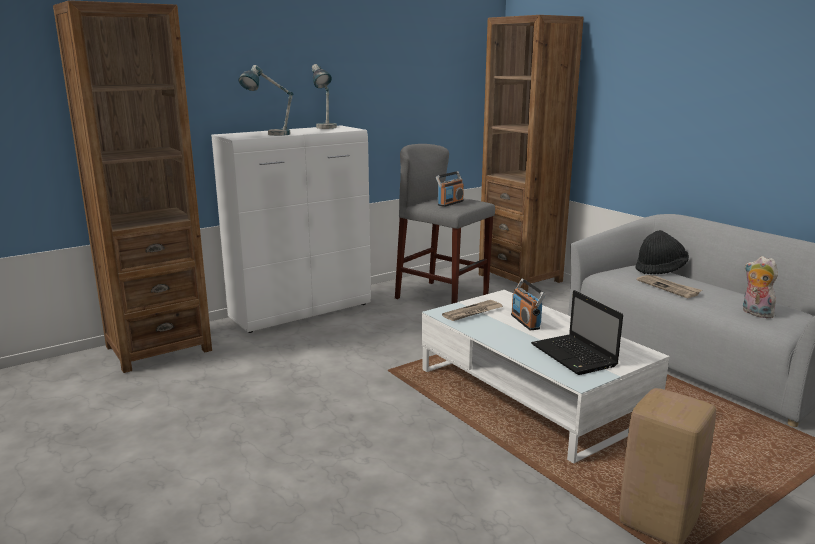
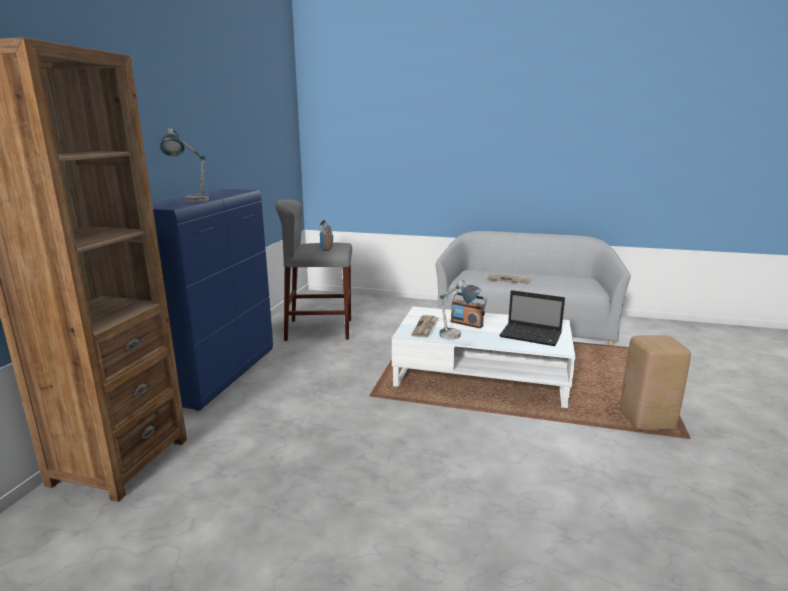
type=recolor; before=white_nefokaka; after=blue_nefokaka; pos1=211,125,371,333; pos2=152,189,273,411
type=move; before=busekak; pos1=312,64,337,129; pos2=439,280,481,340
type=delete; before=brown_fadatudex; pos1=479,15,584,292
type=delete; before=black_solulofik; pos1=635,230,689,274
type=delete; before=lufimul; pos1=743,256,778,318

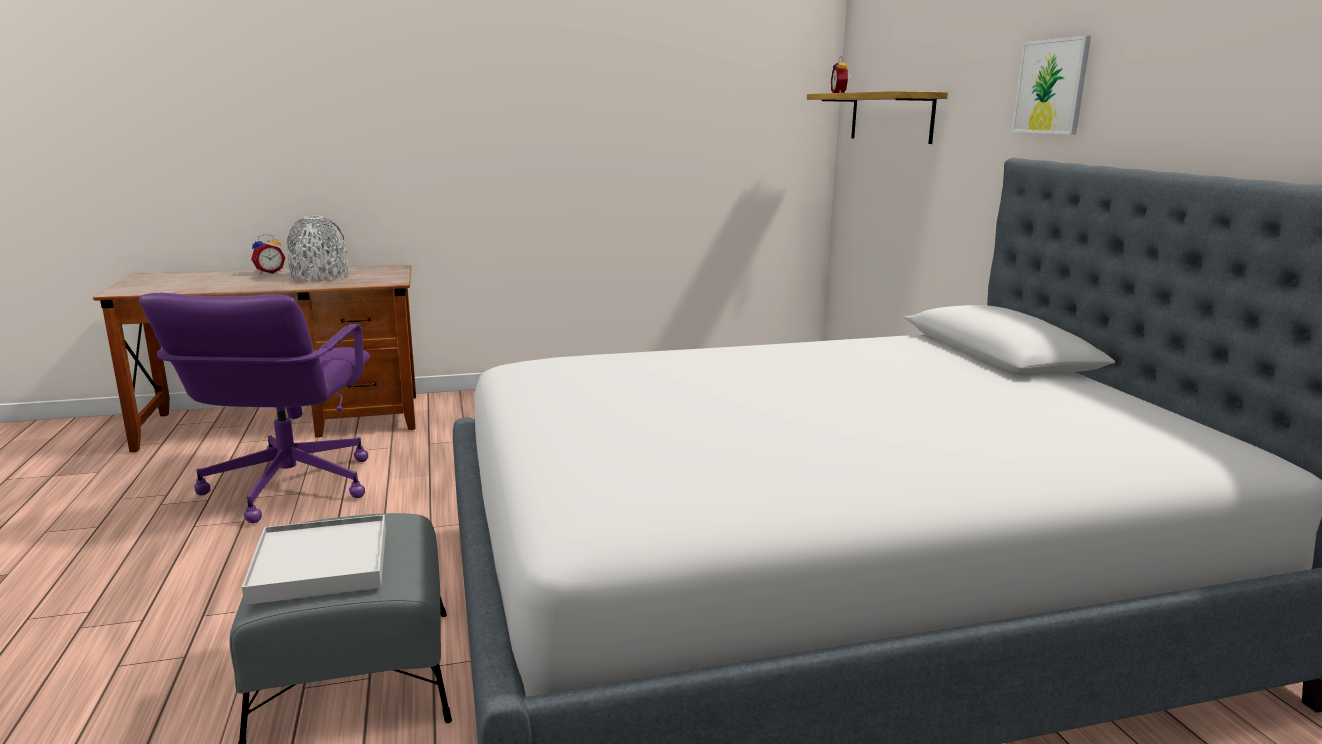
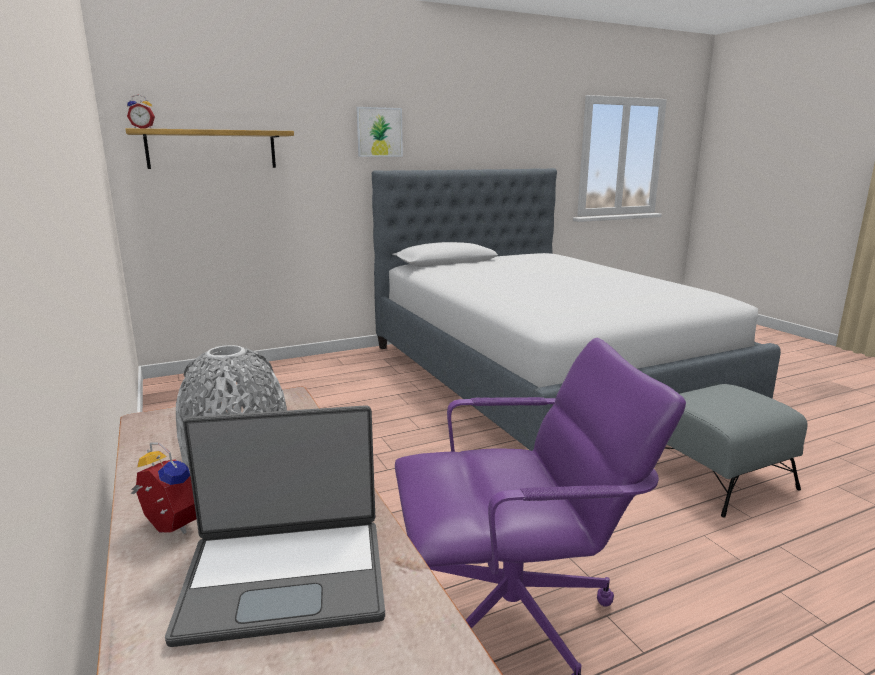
type=insert; after=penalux; pos2=165,405,385,647
type=delete; before=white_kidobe; pos1=242,515,386,605

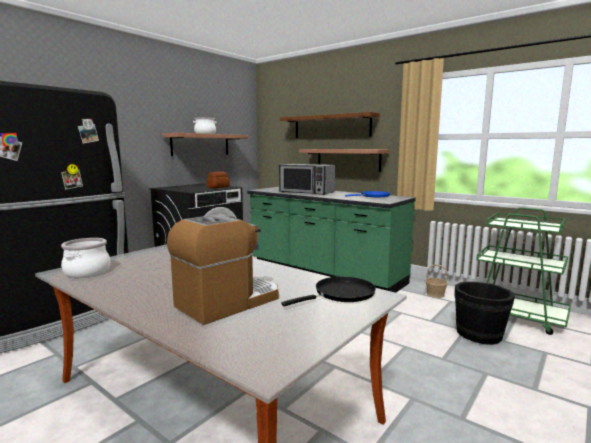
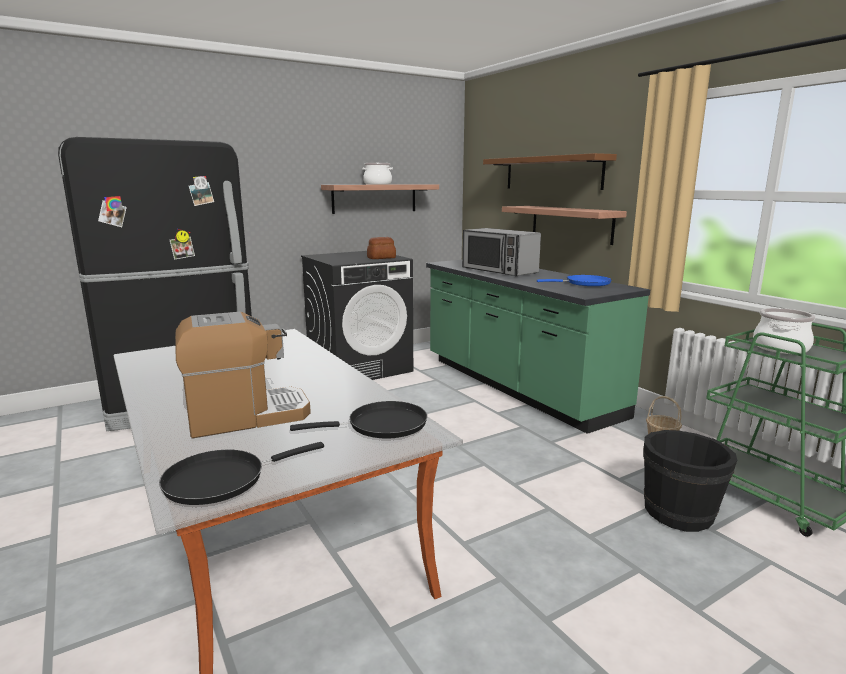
type=insert; after=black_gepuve; pos2=159,442,324,505
type=move; before=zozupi; pos1=61,238,111,278; pos2=753,308,816,354

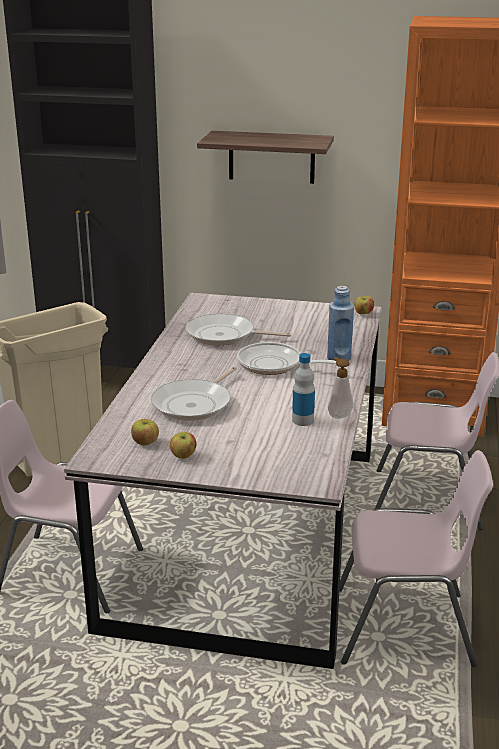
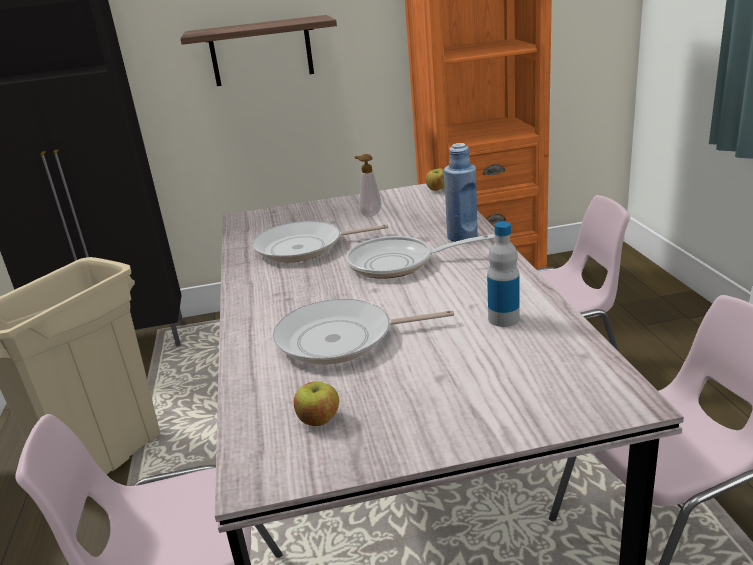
type=rotate; before=gepuve; pos1=151,367,237,421; pos2=273,299,454,365; turn=75
type=move; before=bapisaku; pos1=328,357,353,419; pos2=354,154,382,217
type=delete; before=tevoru; pos1=170,432,197,459

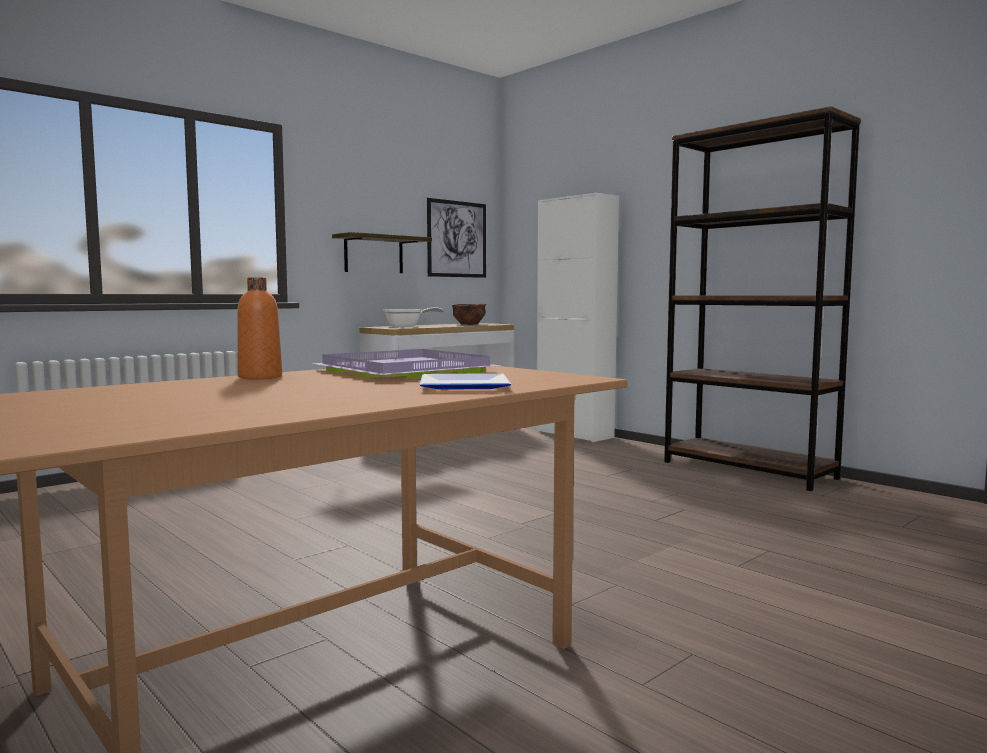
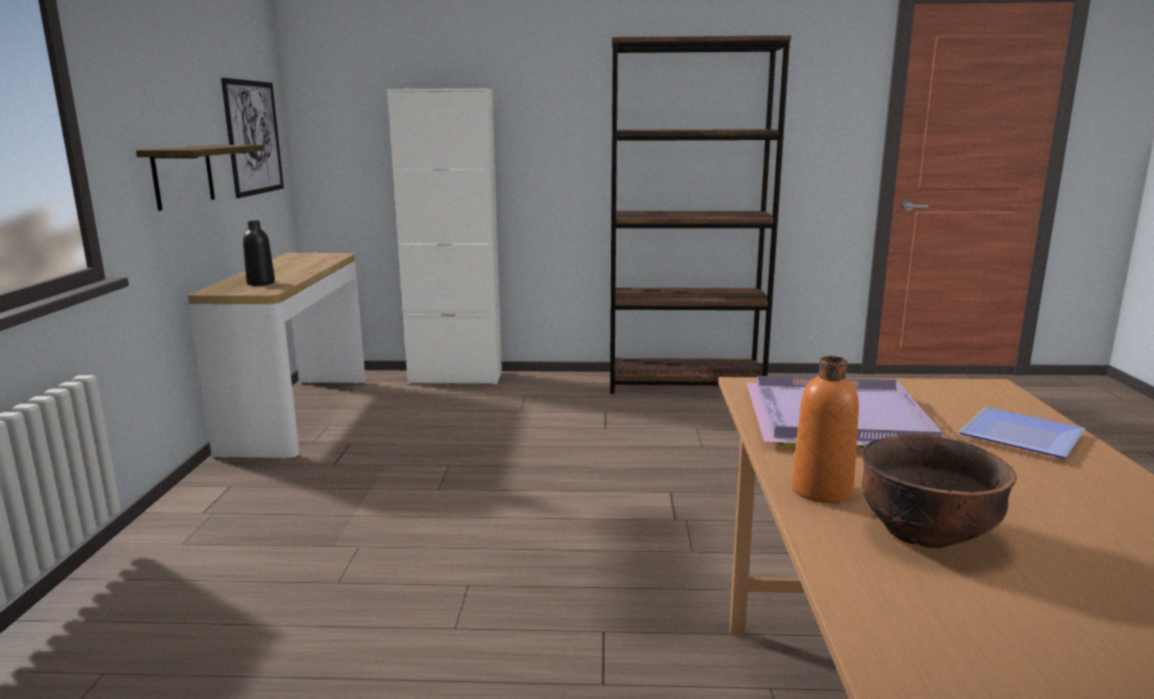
type=replace; before=gepuve; after=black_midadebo; pos1=384,308,444,327; pos2=243,221,275,286
type=move; before=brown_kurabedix; pos1=452,304,486,325; pos2=862,434,1017,548

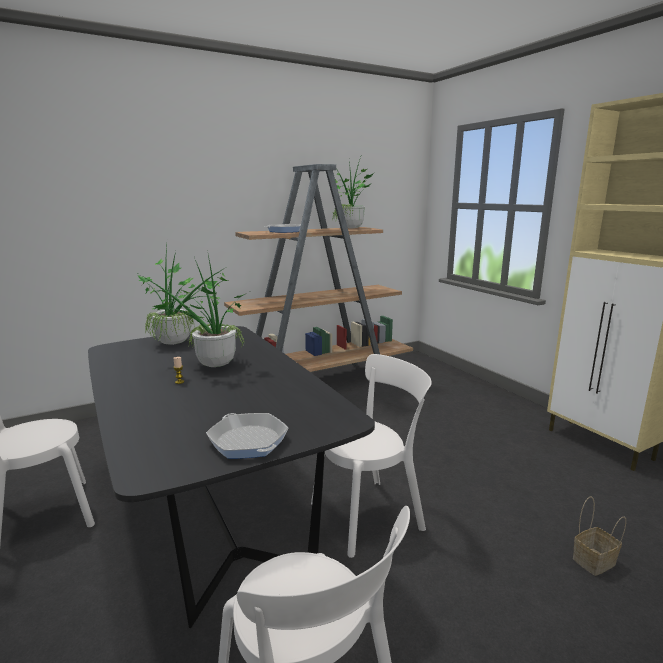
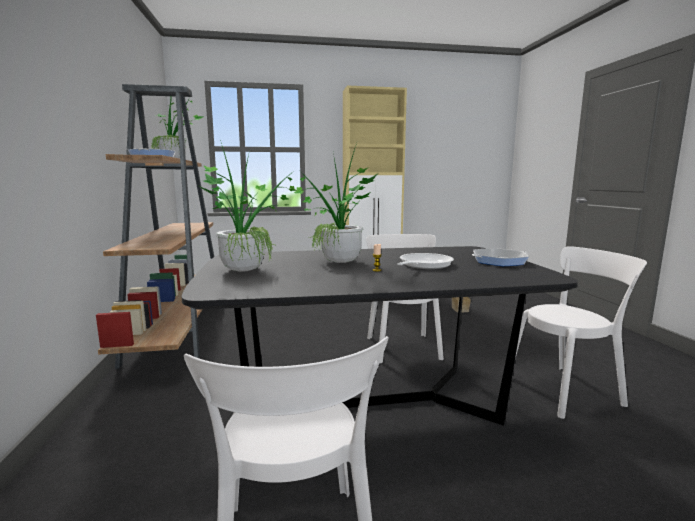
type=insert; after=gepuve; pos2=397,253,454,269

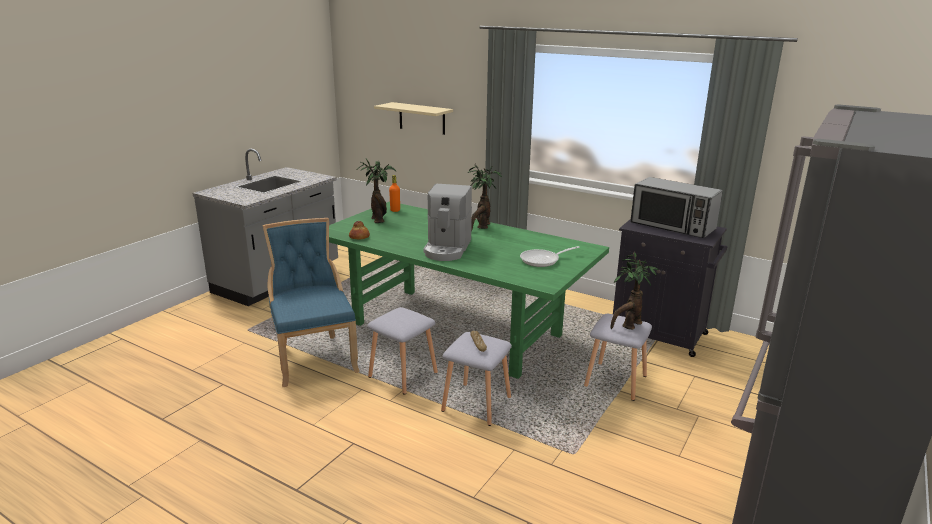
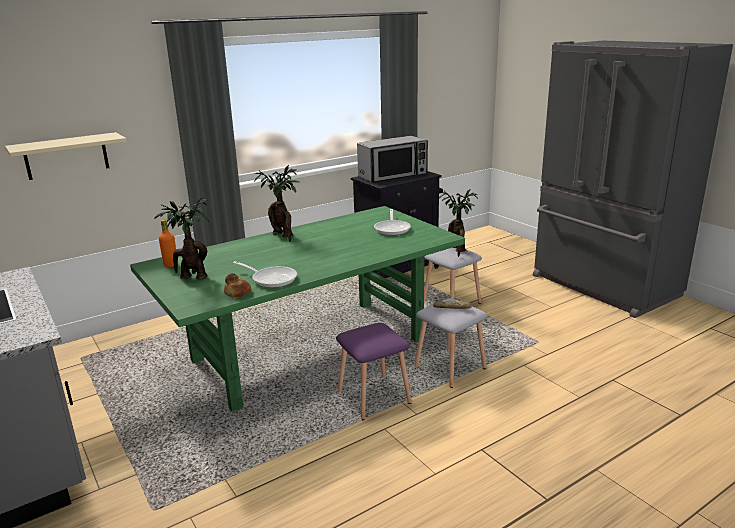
type=insert; after=gepuve; pos2=233,261,297,288
type=recolor; before=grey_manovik; after=purple_manovik; pos1=367,307,438,395; pos2=336,323,412,420
type=delete; before=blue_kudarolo; pos1=262,218,360,387
type=delete; before=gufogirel; pos1=423,184,472,261

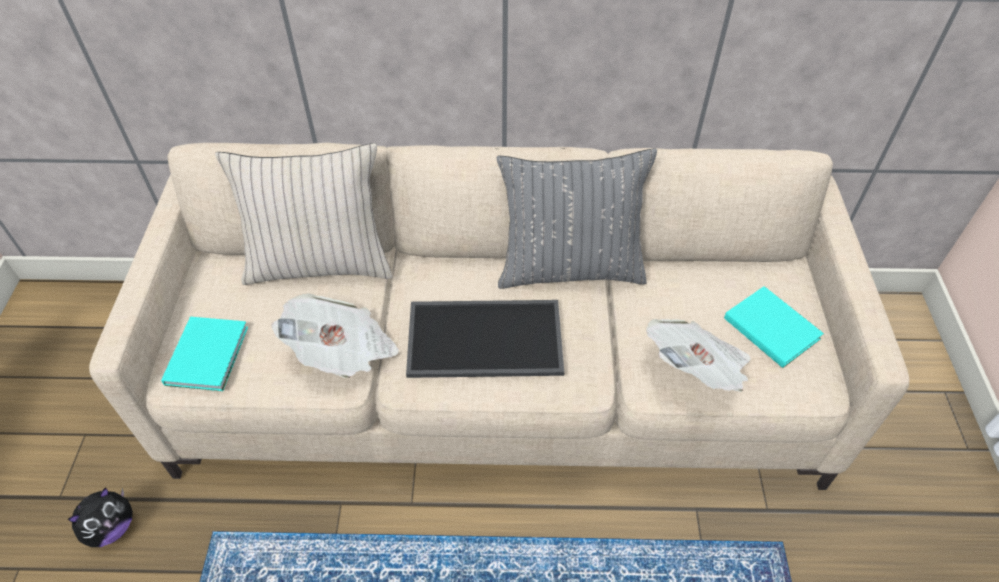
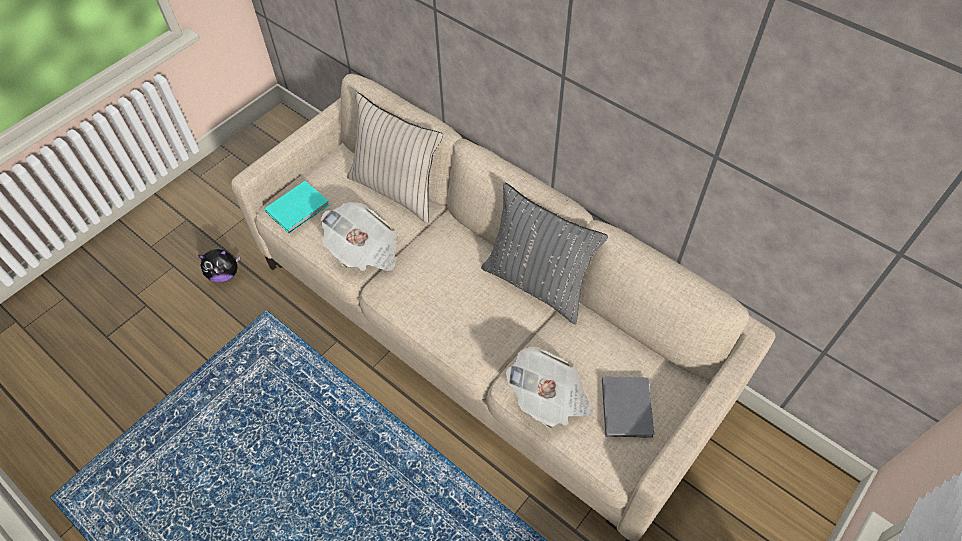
type=recolor; before=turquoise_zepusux; after=grey_zepusux; pos1=724,286,824,368; pos2=602,376,654,438
type=delete; before=kidobe; pos1=406,300,564,378

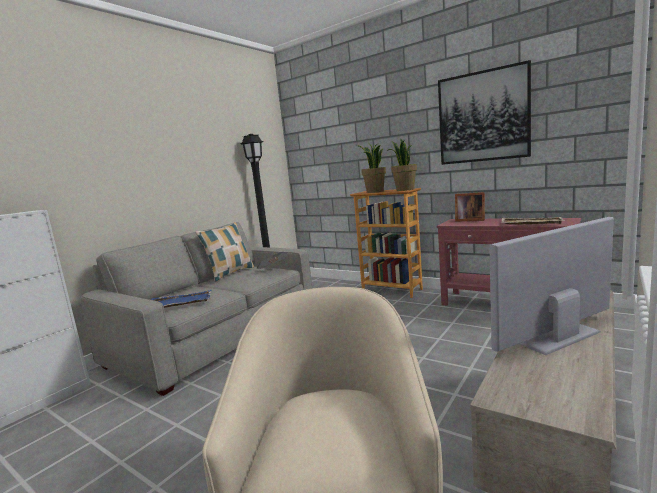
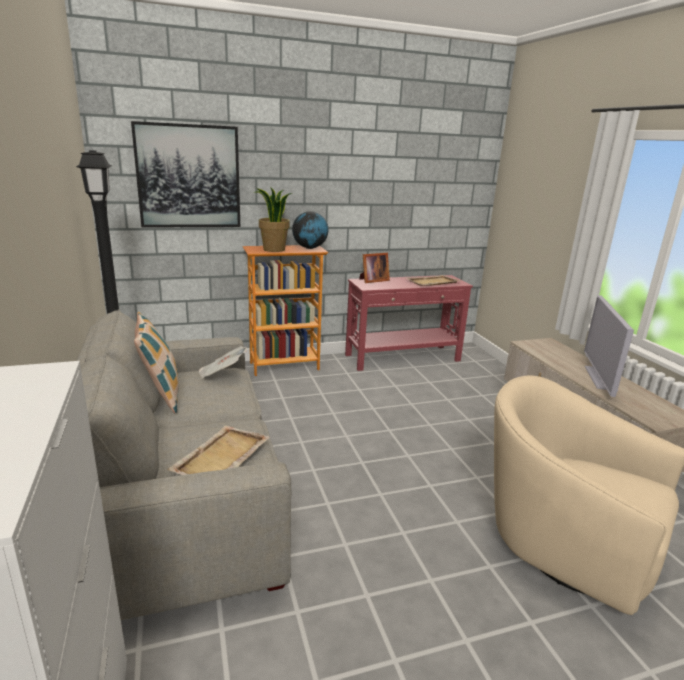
type=move; before=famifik; pos1=438,60,531,165; pos2=131,121,240,228
type=recolor; before=blue_kidobe; after=beige_kidobe; pos1=151,290,212,308; pos2=167,425,270,475
type=replace; before=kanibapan; after=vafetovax; pos1=387,138,417,191; pos2=292,211,328,249

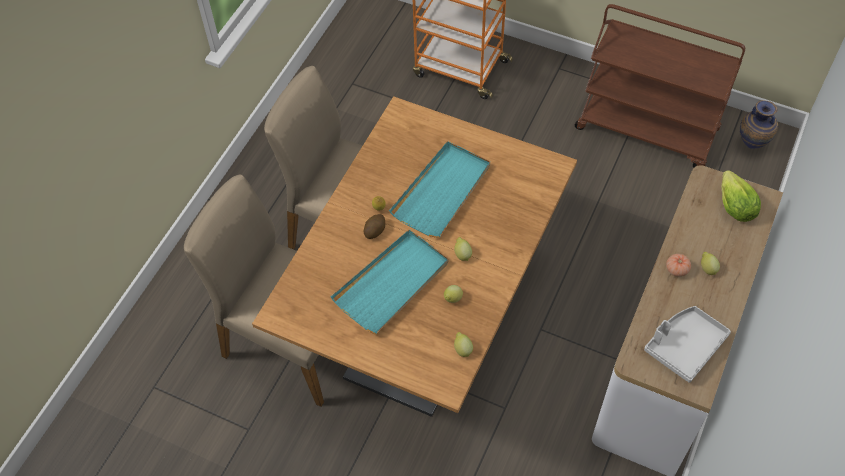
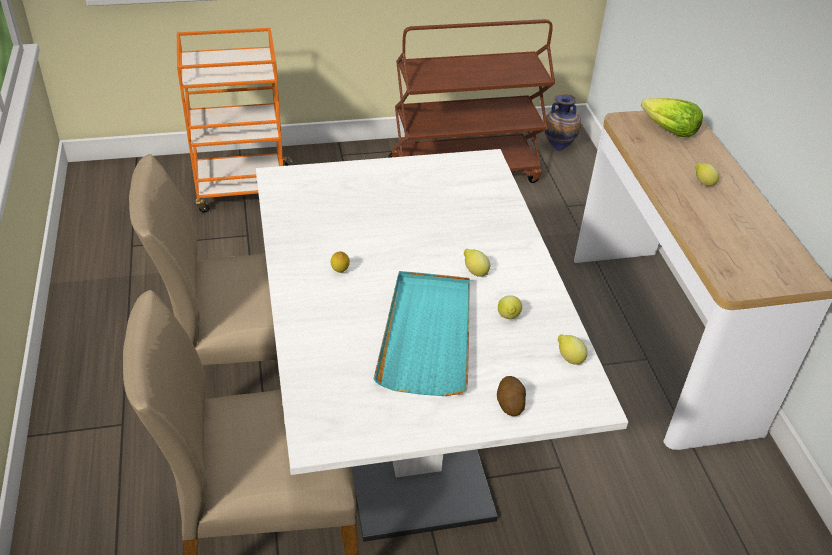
type=recolor; before=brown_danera; after=white_danera; pos1=252,96,577,417; pos2=256,149,628,542
type=move; before=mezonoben; pos1=364,214,385,239; pos2=497,376,526,416
type=delete; before=turquoise_kidobe; pos1=389,141,490,238
type=delete; before=grey_kidobe; pos1=644,306,731,383
type=delete; before=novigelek; pos1=666,254,691,277

